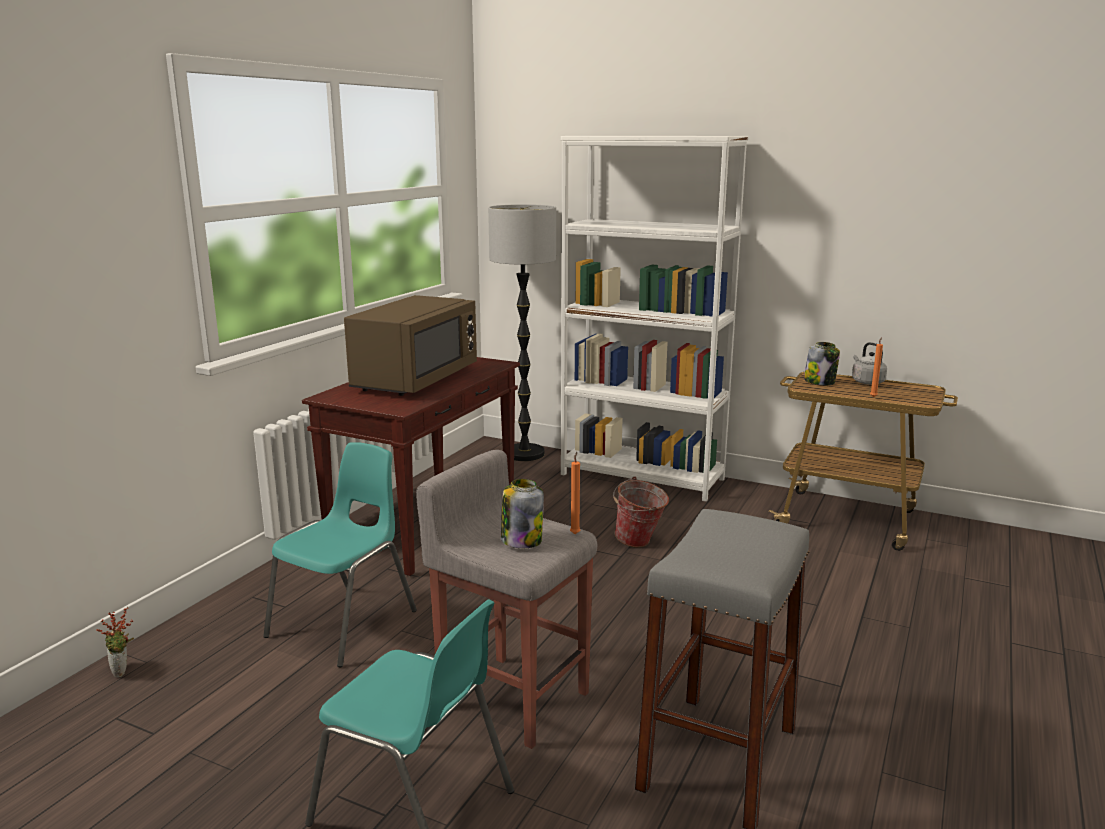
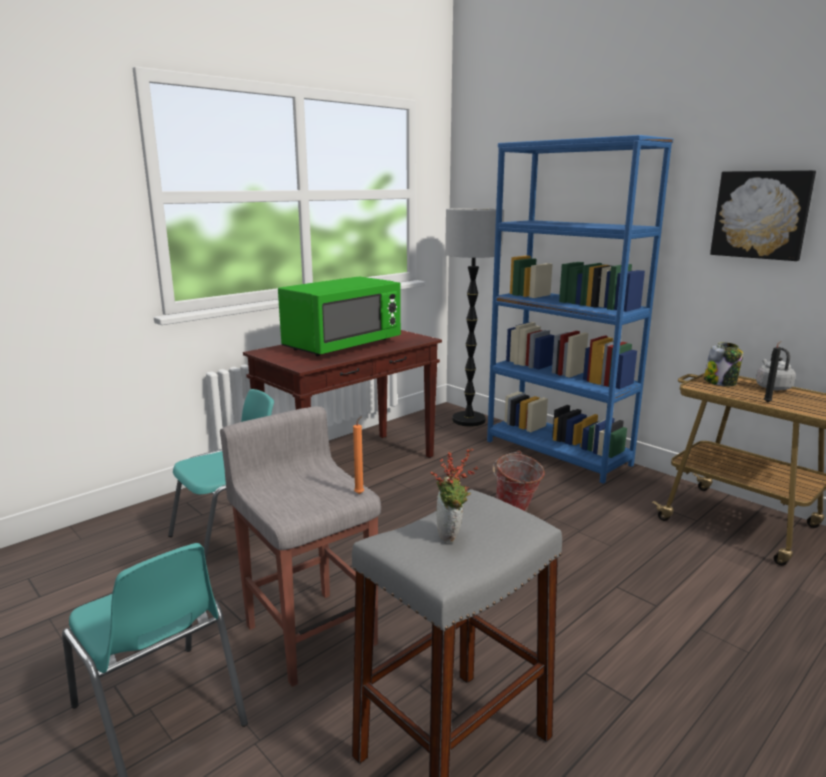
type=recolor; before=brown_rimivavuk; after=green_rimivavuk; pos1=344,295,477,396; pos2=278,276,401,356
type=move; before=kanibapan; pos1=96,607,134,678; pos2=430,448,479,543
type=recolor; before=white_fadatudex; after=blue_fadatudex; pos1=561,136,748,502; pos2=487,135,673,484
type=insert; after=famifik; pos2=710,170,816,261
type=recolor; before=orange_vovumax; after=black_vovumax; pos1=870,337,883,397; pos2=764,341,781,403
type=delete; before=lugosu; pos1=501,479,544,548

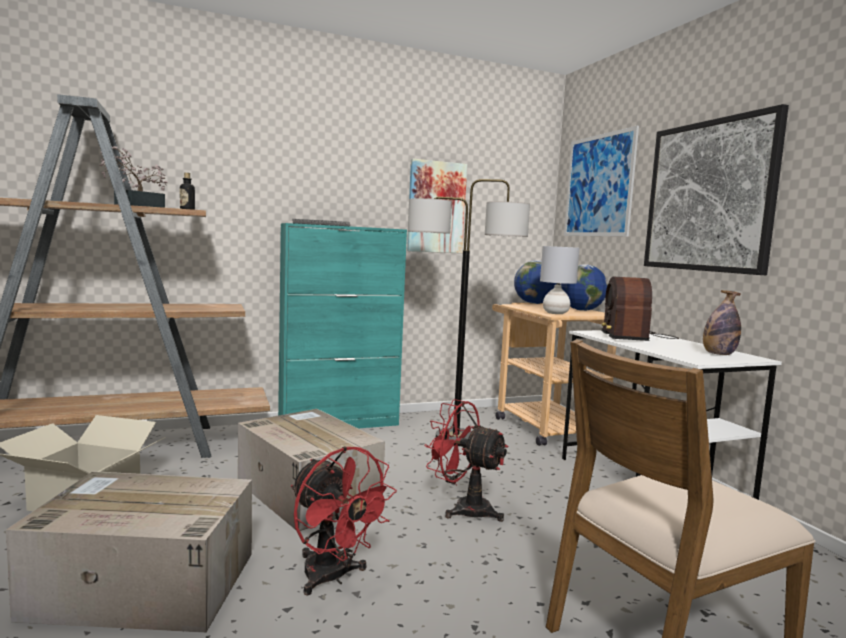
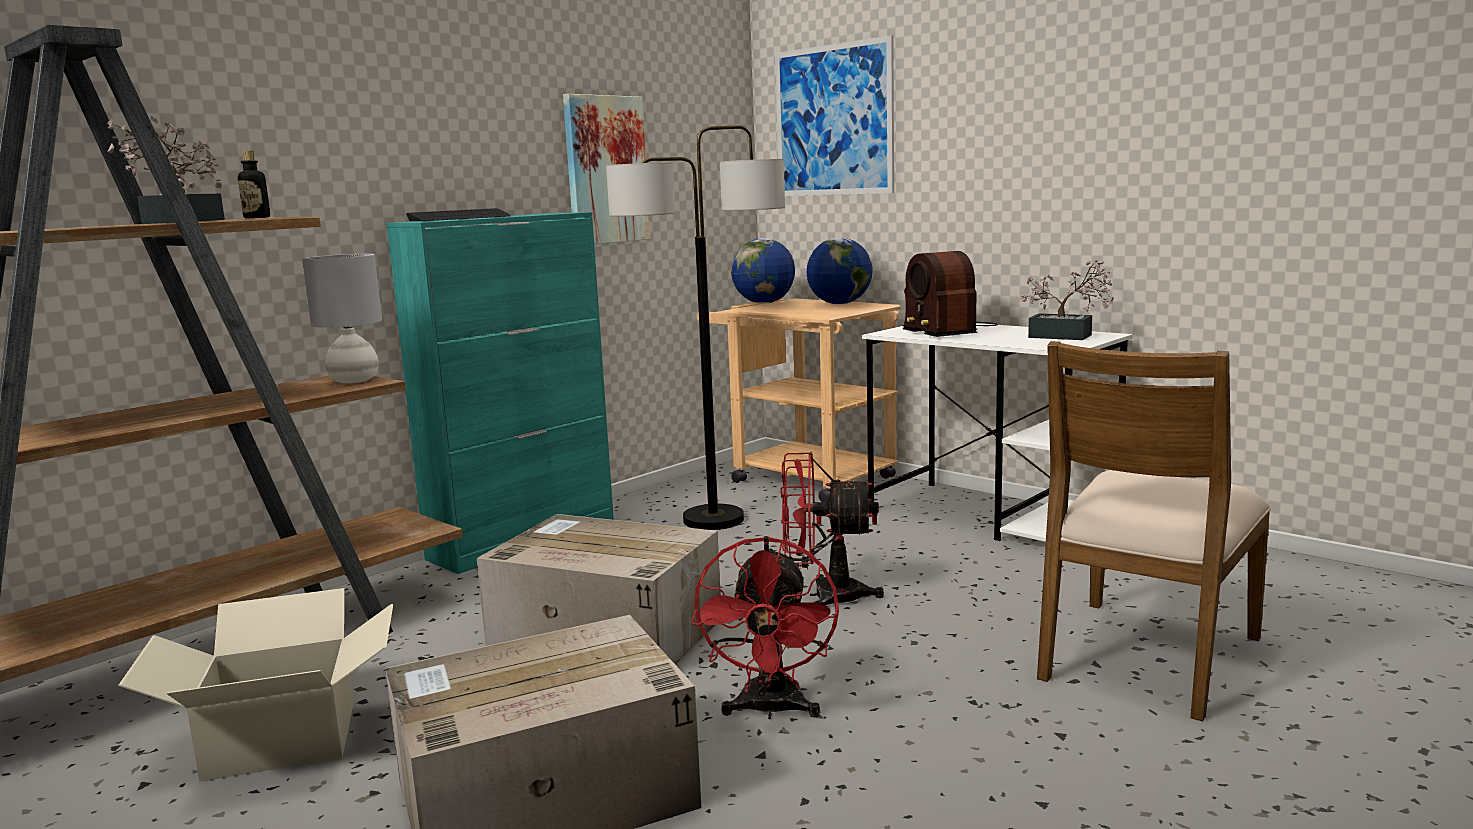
type=move; before=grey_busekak; pos1=540,246,580,314; pos2=302,254,382,384
type=rotate; before=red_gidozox; pos1=291,446,397,596; pos2=691,536,839,720; turn=75
type=replace; before=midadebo; after=kanibapan; pos1=703,290,741,355; pos2=1018,259,1114,340
type=delete; before=famifik; pos1=644,104,789,275

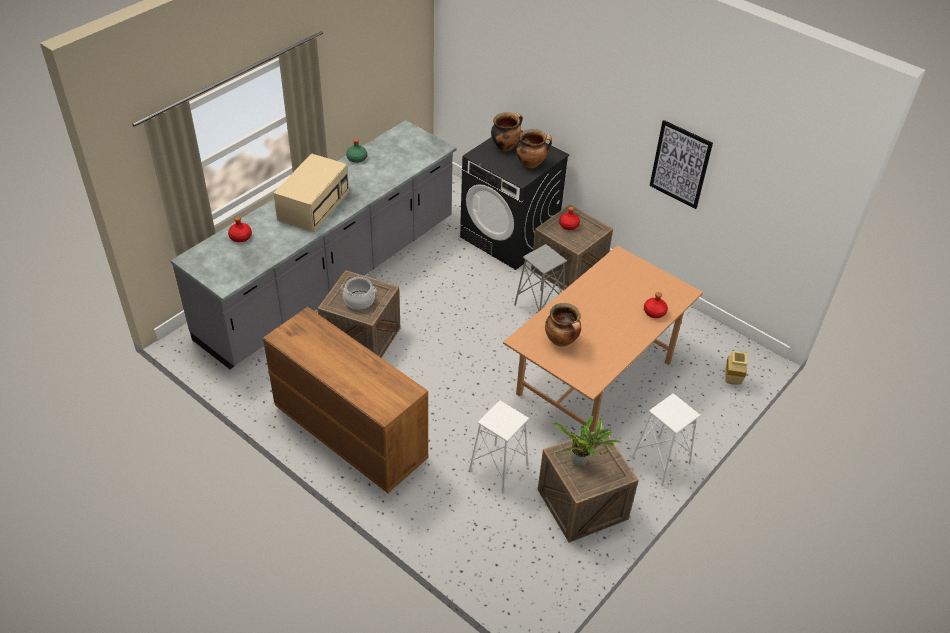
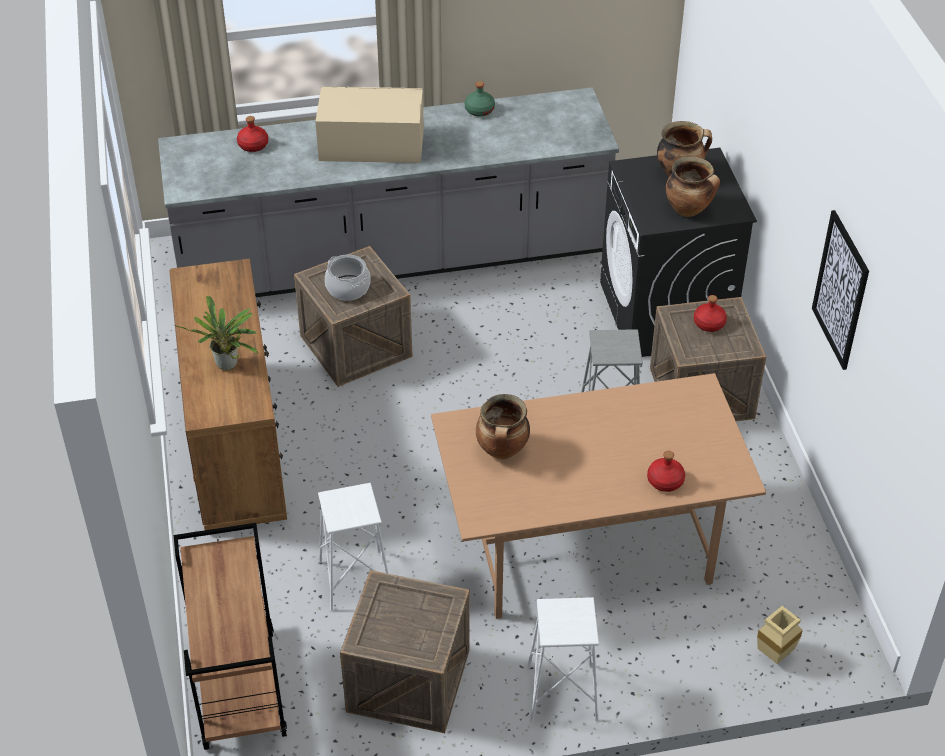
type=insert; after=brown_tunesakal; pos2=174,523,287,750
type=move; before=kanibapan; pos1=554,416,620,467; pos2=175,296,258,370
type=rotate; before=beige_rimivavuk; pos1=273,153,349,232; pos2=315,87,424,163; turn=-150

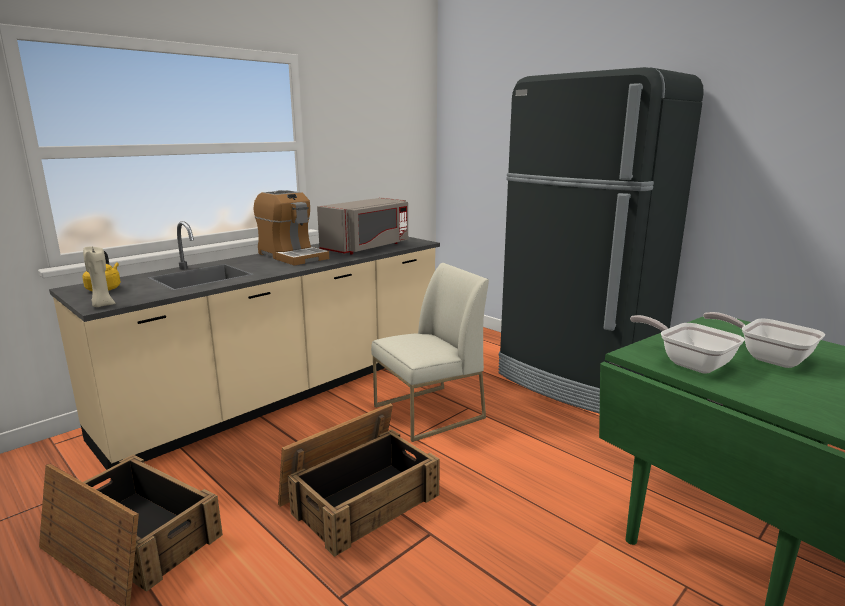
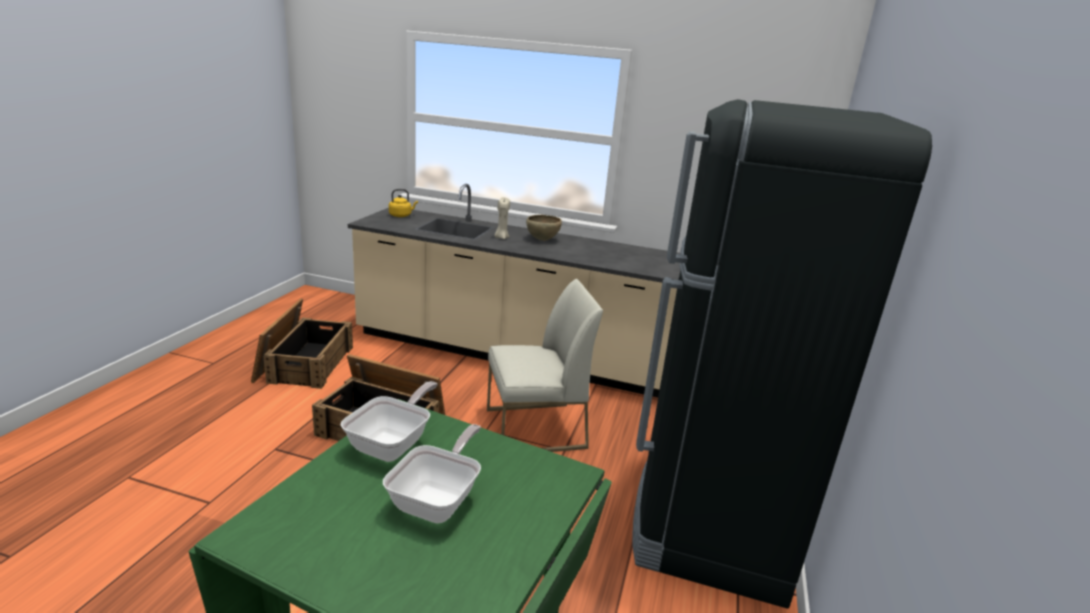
type=rotate; before=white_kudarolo; pos1=371,263,489,442; pos2=487,279,603,452; turn=-45
type=move; before=beige_vovumax; pos1=83,246,115,307; pos2=494,197,510,239
type=replace; before=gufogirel; after=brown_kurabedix; pos1=253,190,329,266; pos2=526,215,562,241
type=delete; before=grey_rimivavuk; pos1=317,198,408,254

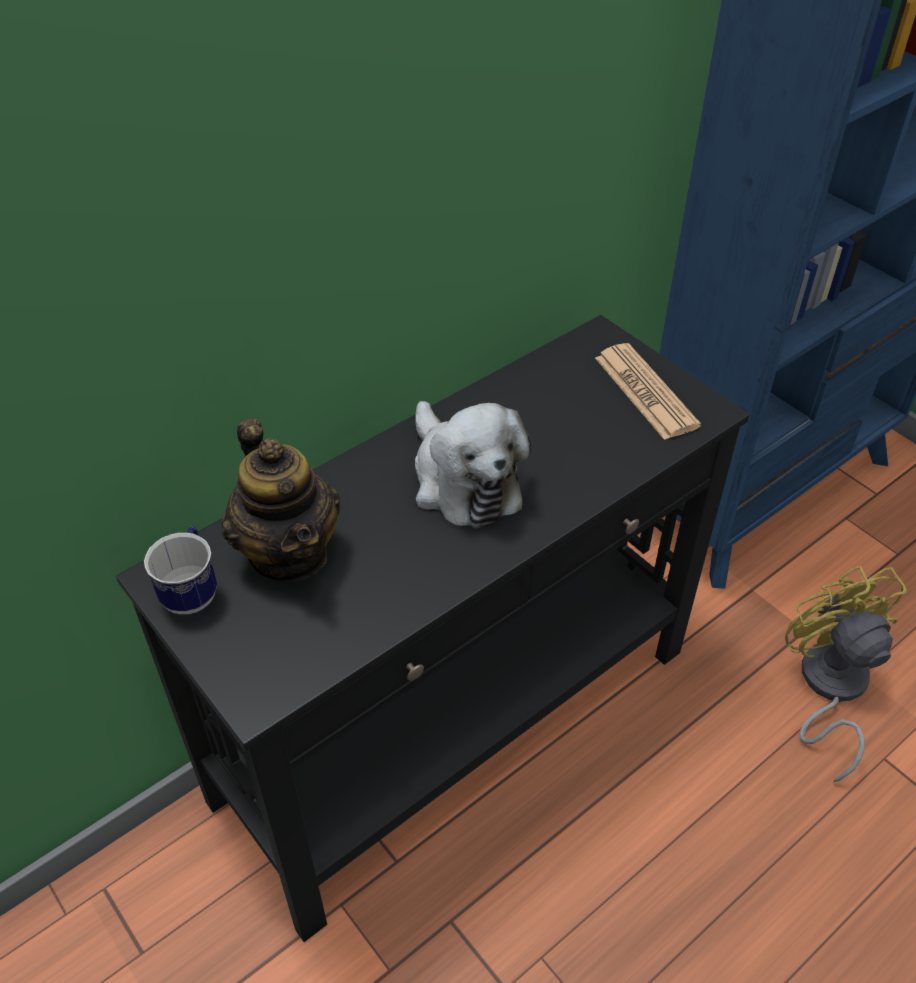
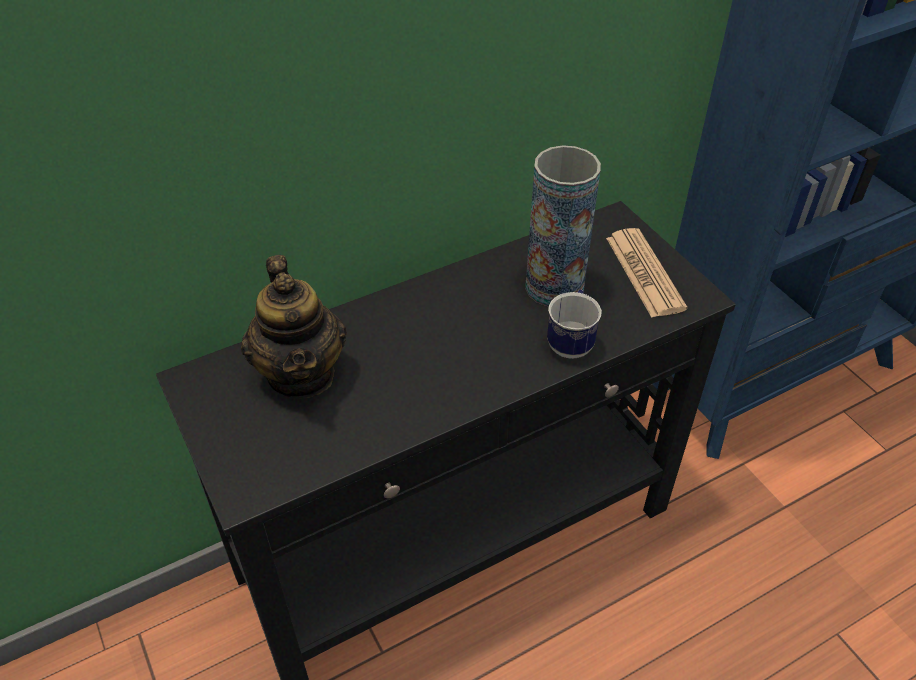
type=insert; after=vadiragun; pos2=525,145,601,307
type=move; before=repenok; pos1=144,526,217,614; pos2=547,290,602,359
type=delete; before=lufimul; pos1=415,401,531,529
type=delete; before=yellow_gidozox; pos1=785,566,907,782

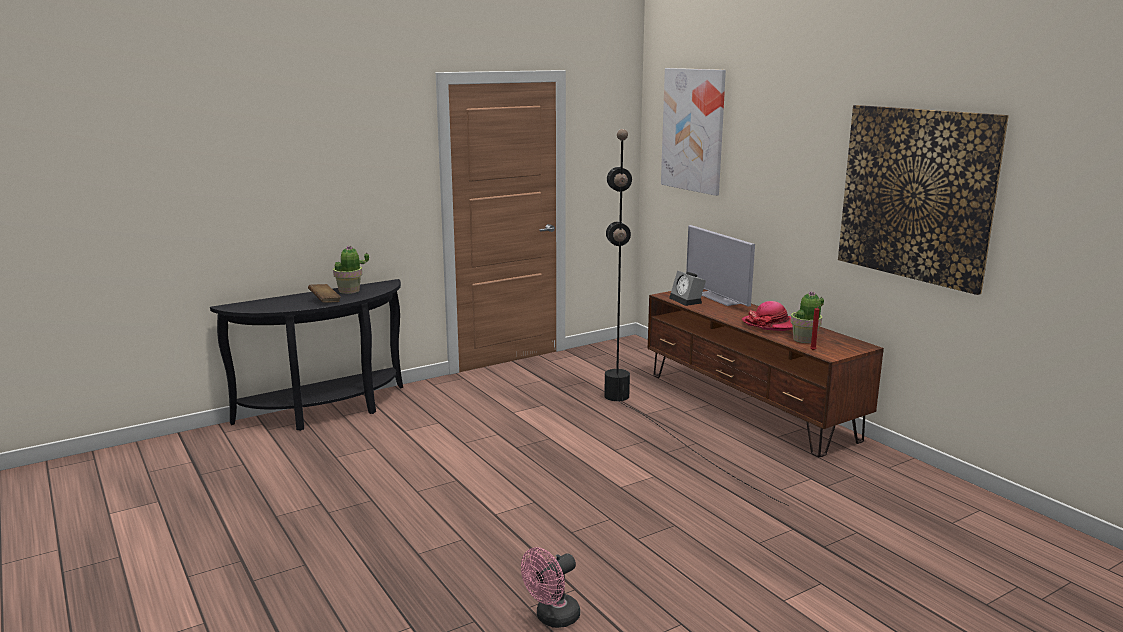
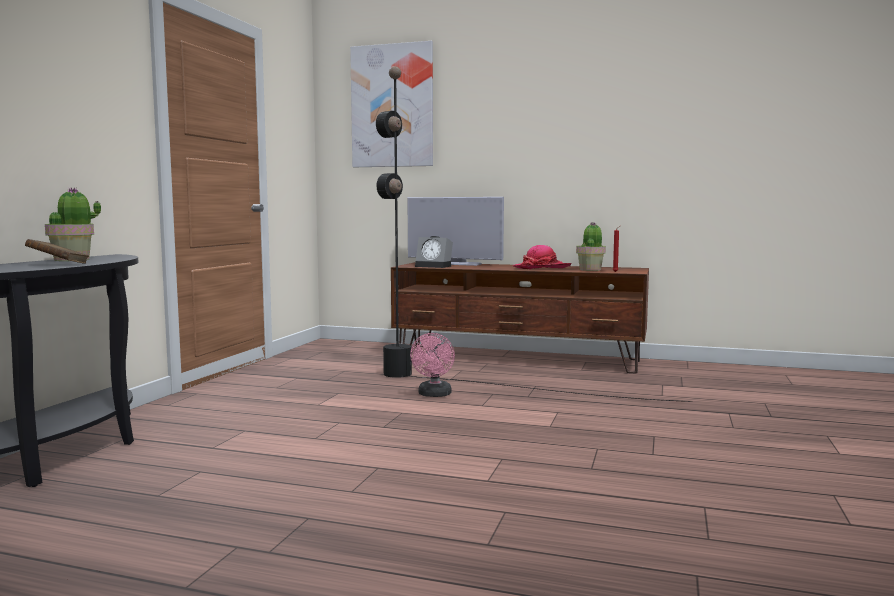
type=move; before=pink_gidozox; pos1=521,547,580,628; pos2=410,333,455,397
type=delete; before=famifik; pos1=838,105,1009,295

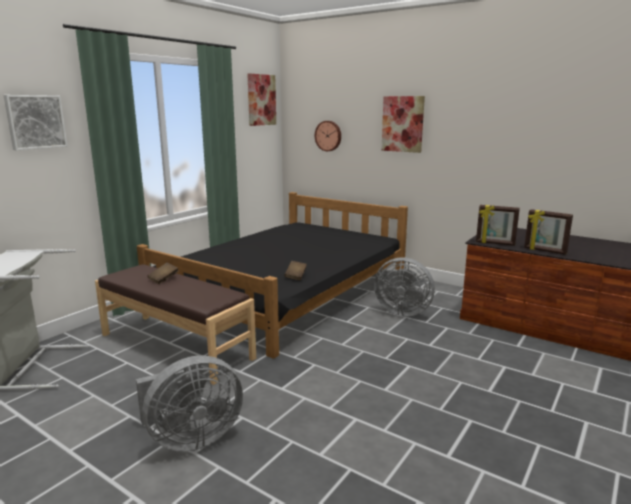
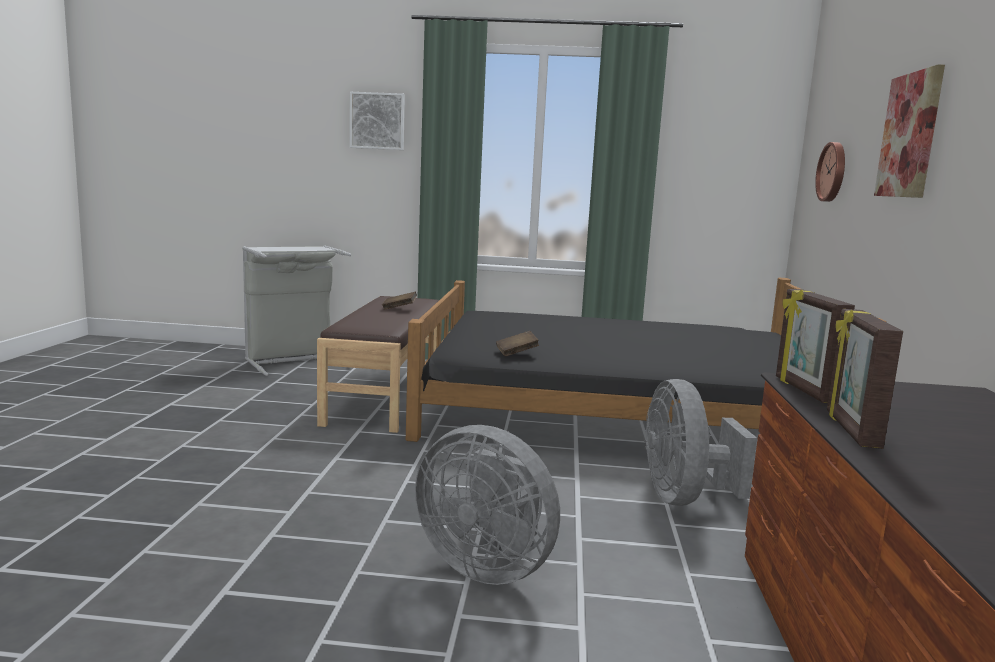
type=move; before=grey_gidozox; pos1=136,356,243,452; pos2=415,425,560,585
type=delete; before=famifik; pos1=247,73,276,126

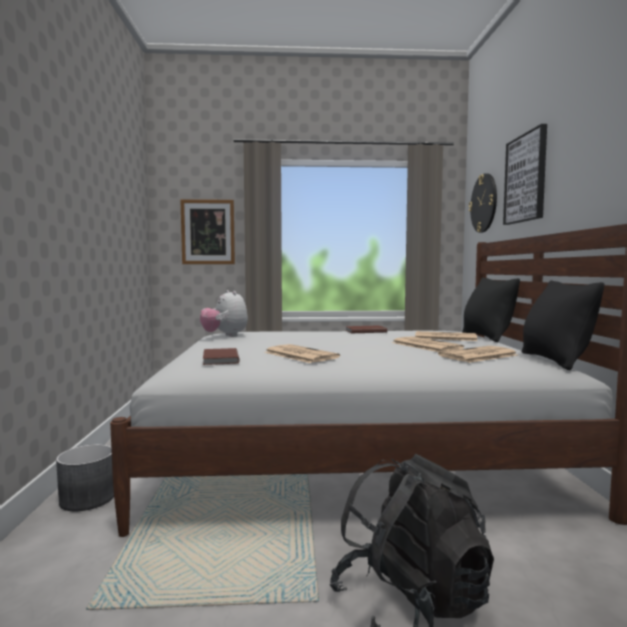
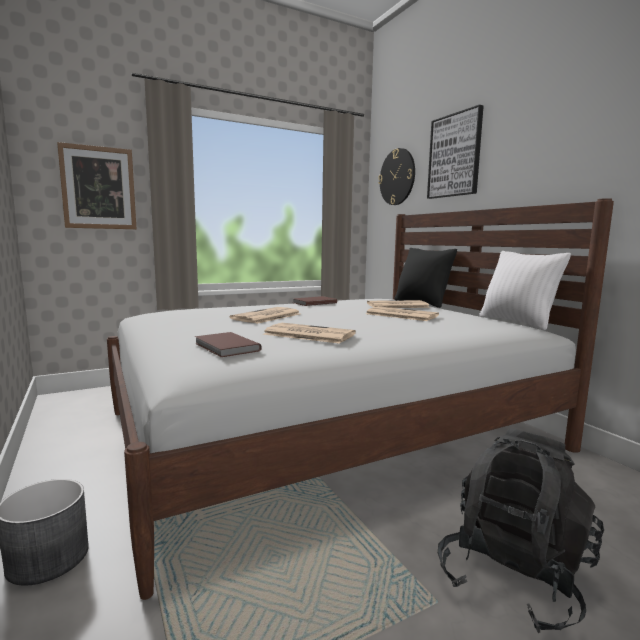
type=move; before=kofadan; pos1=438,346,517,363; pos2=230,307,300,324
type=recolor; before=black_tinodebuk; after=white_tinodebuk; pos1=522,280,604,370; pos2=479,251,571,330
type=delete; before=lufimul; pos1=200,290,248,337

